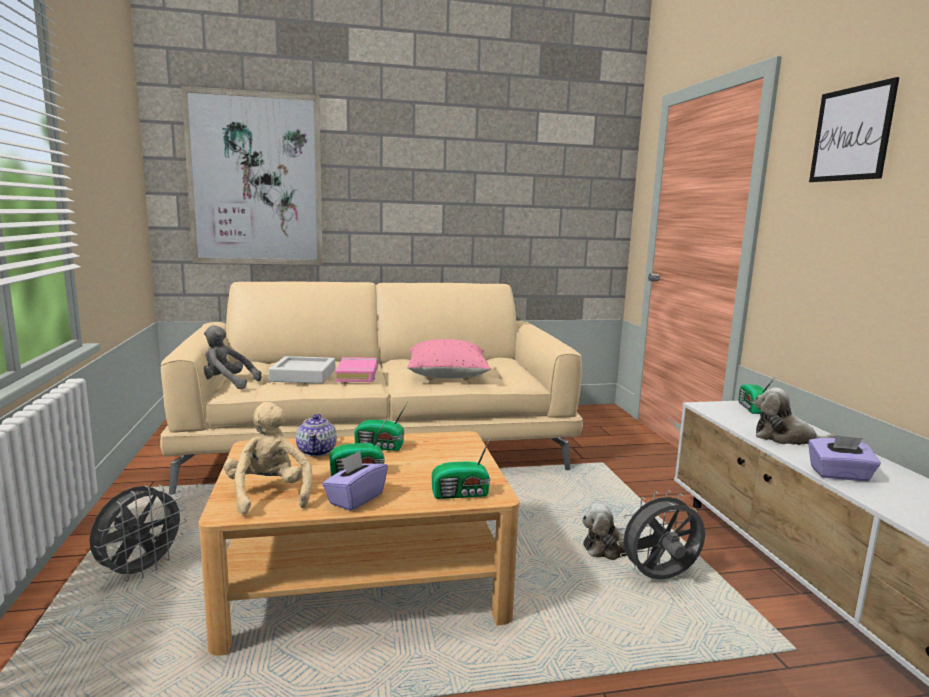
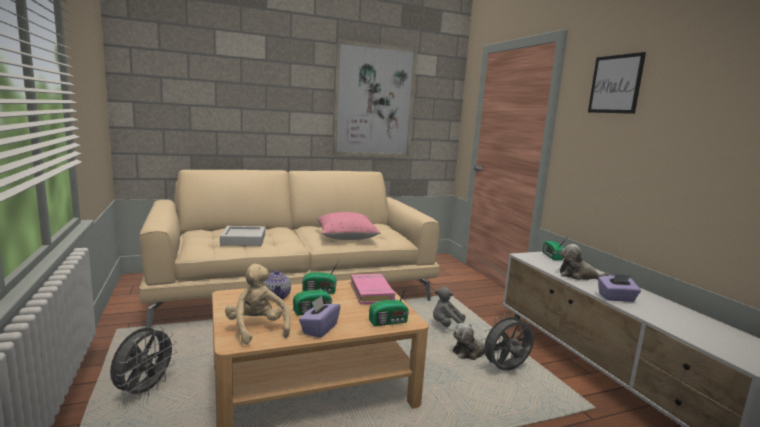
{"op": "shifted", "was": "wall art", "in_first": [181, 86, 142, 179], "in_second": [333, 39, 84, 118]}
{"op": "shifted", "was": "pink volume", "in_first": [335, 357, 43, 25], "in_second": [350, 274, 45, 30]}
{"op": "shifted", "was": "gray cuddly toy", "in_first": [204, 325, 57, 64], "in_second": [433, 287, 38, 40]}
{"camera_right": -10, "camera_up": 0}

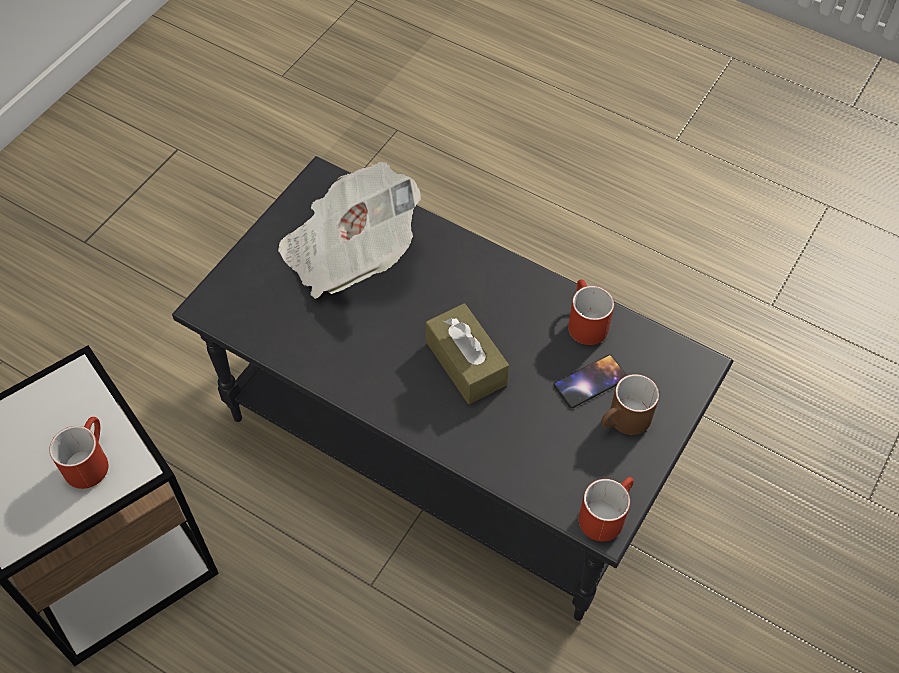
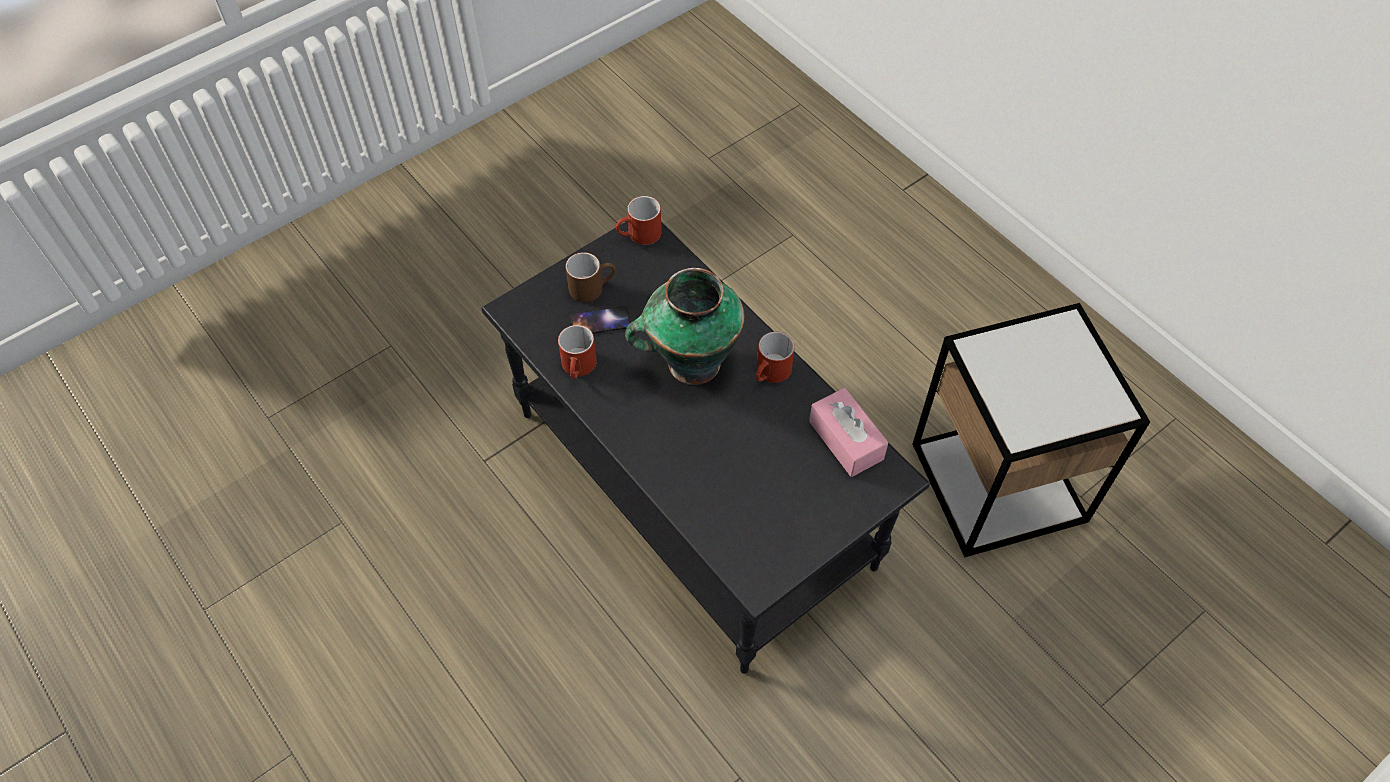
{"op": "swapped", "was": "brown tissue box", "now": "vase", "in_first": [426, 303, 83, 101], "in_second": [625, 268, 120, 117]}
{"op": "shifted", "was": "red-coloured coffee mug", "in_first": [49, 417, 60, 72], "in_second": [755, 331, 40, 52]}
{"op": "new", "now": "pink tissue box", "in_second": [809, 388, 79, 89]}
{"op": "gone", "was": "printed paper", "in_first": [278, 162, 144, 137]}
{"camera_right": -160, "camera_up": 0}

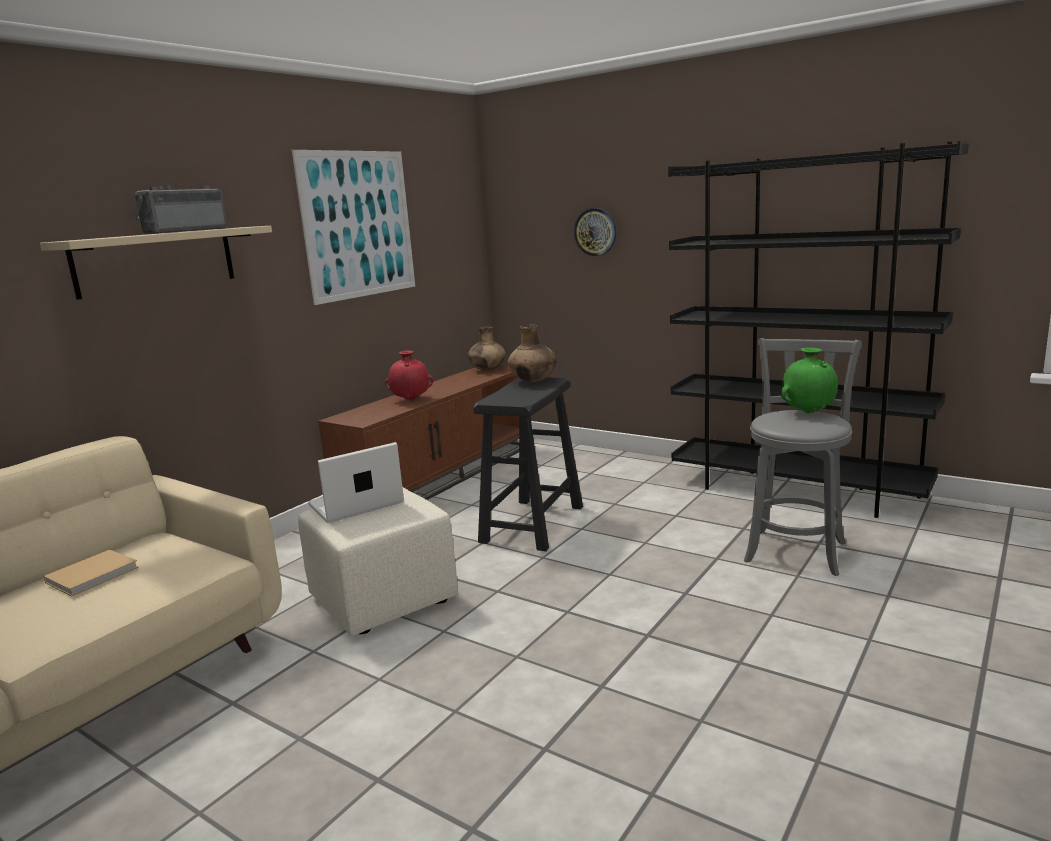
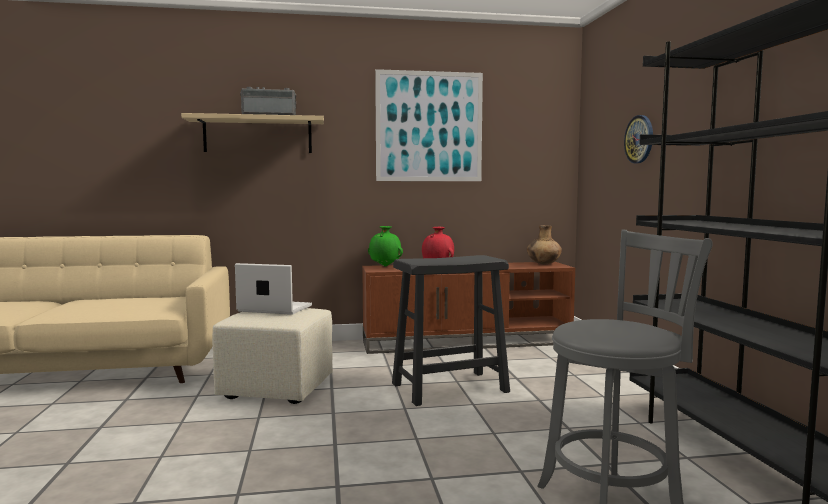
{"op": "shifted", "was": "greenish vase", "in_first": [781, 348, 57, 66], "in_second": [368, 226, 35, 41]}
{"op": "gone", "was": "beige volume", "in_first": [43, 550, 96, 46]}
{"op": "gone", "was": "brown vase", "in_first": [508, 325, 49, 57]}
{"camera_right": 45, "camera_up": -10}

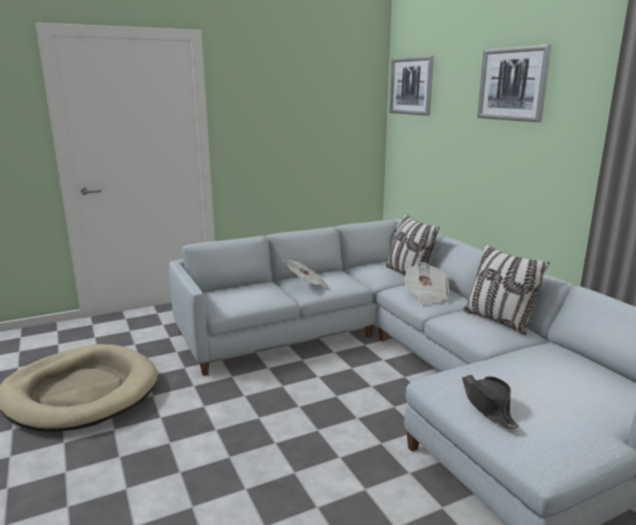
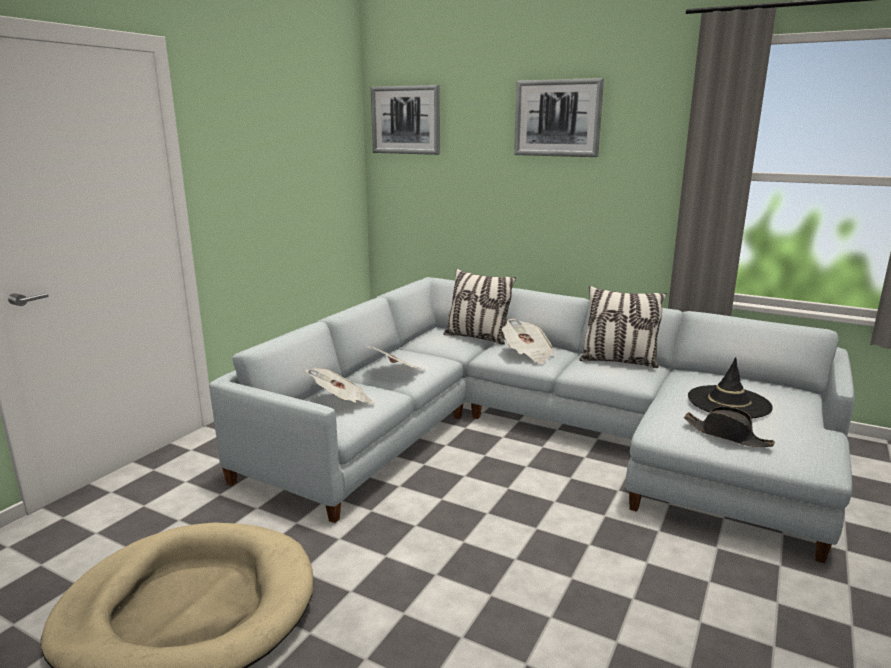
{"op": "new", "now": "printed paper", "in_second": [305, 368, 69, 36]}
{"op": "new", "now": "black-coloured wearable hat", "in_second": [688, 357, 85, 62]}
{"camera_right": -35, "camera_up": 0}

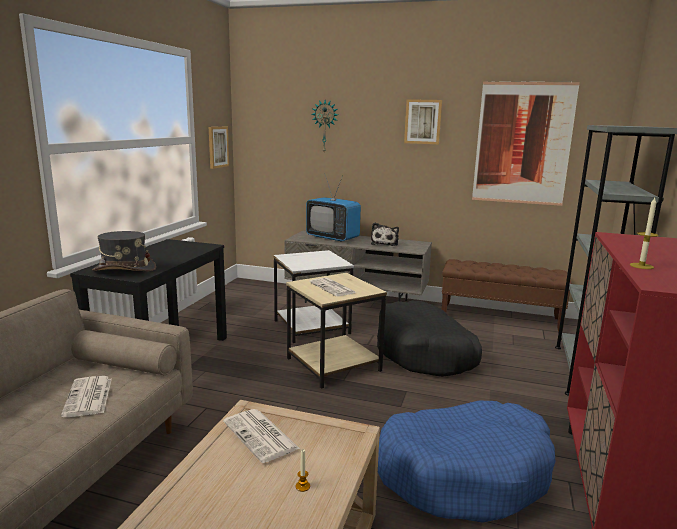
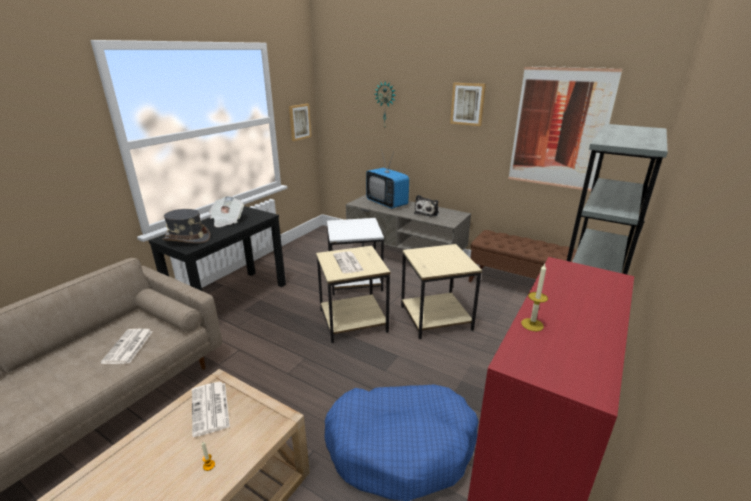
{"op": "new", "now": "printed paper", "in_second": [209, 196, 35, 31]}
{"op": "swapped", "was": "black-coloured dog cushion", "now": "beige side table", "in_first": [377, 301, 105, 76], "in_second": [401, 244, 81, 95]}
{"camera_right": 15, "camera_up": 10}

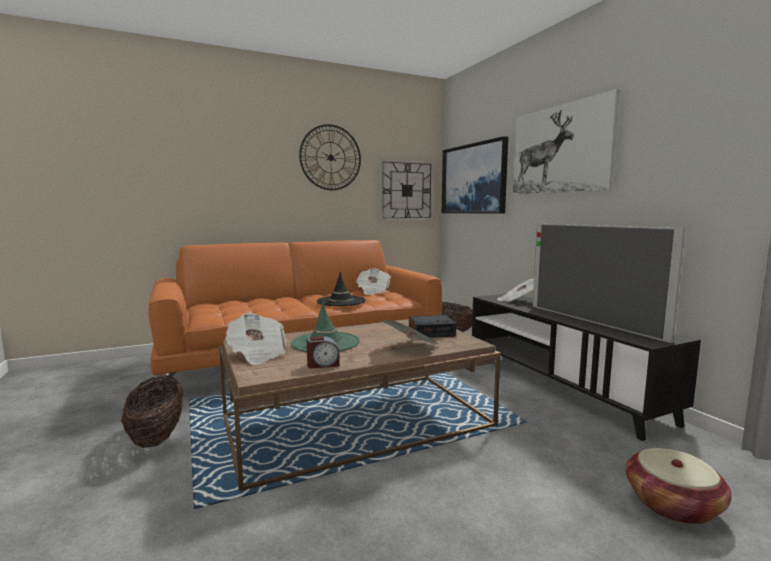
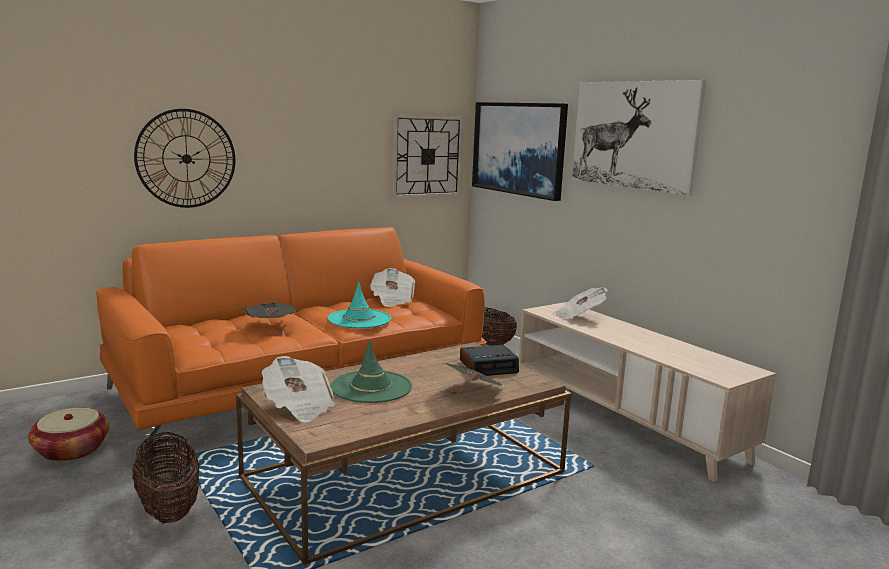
{"op": "shifted", "was": "basket", "in_first": [626, 448, 106, 77], "in_second": [28, 408, 81, 54]}
{"op": "shifted", "was": "hanging clock", "in_first": [299, 124, 62, 66], "in_second": [134, 109, 101, 99]}
{"op": "new", "now": "printed paper", "in_second": [242, 303, 55, 15]}
{"op": "repainted", "was": "black-coloured wearable hat", "now": "turquoise wearable hat", "in_first": [317, 272, 49, 34], "in_second": [328, 282, 63, 46]}
{"op": "repainted", "was": "black-coloured media console", "now": "beige media console", "in_first": [472, 294, 229, 147], "in_second": [519, 302, 257, 180]}
{"op": "gone", "was": "table clock", "in_first": [307, 336, 33, 32]}
{"op": "gone", "was": "television", "in_first": [533, 223, 152, 120]}
{"camera_right": -10, "camera_up": 5}

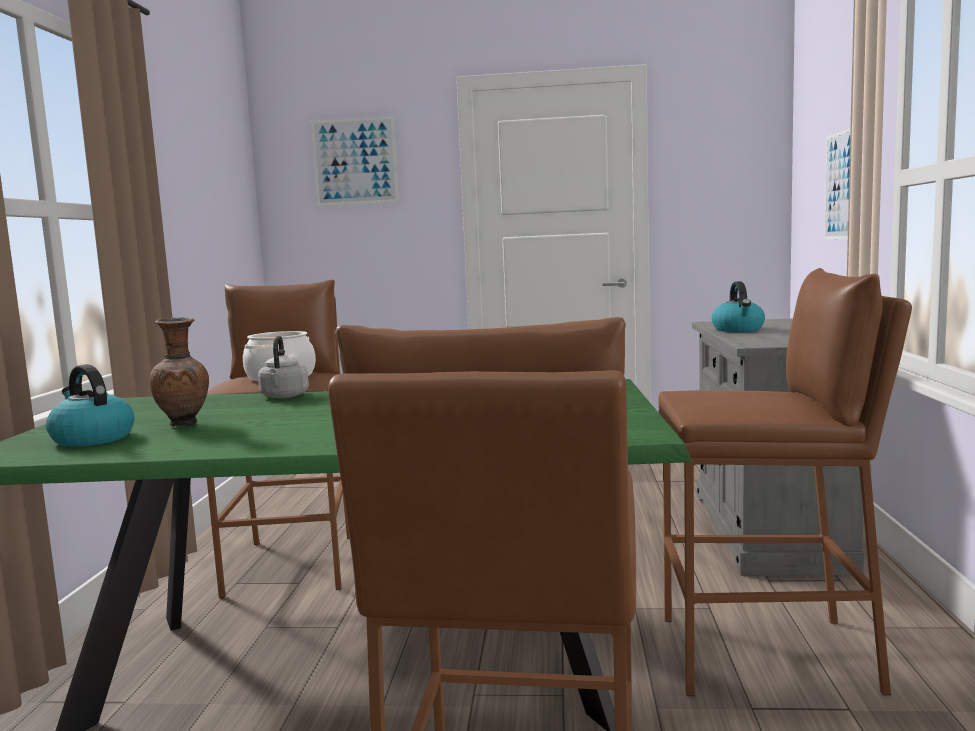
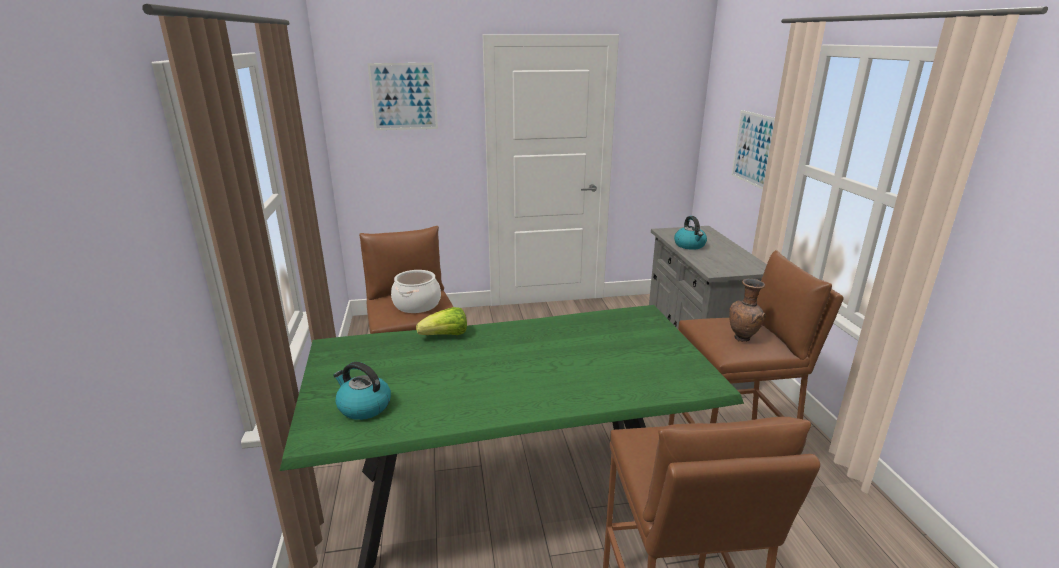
{"op": "swapped", "was": "gray kettle", "now": "lettuce head", "in_first": [258, 336, 51, 63], "in_second": [416, 307, 51, 28]}
{"op": "shifted", "was": "brown vase", "in_first": [149, 317, 60, 110], "in_second": [729, 279, 37, 63]}
{"camera_right": -15, "camera_up": 15}

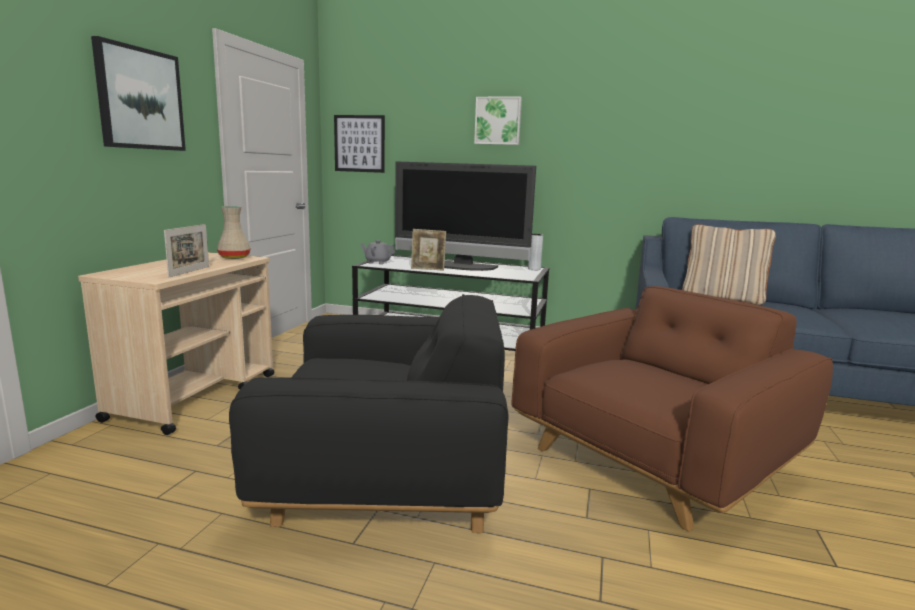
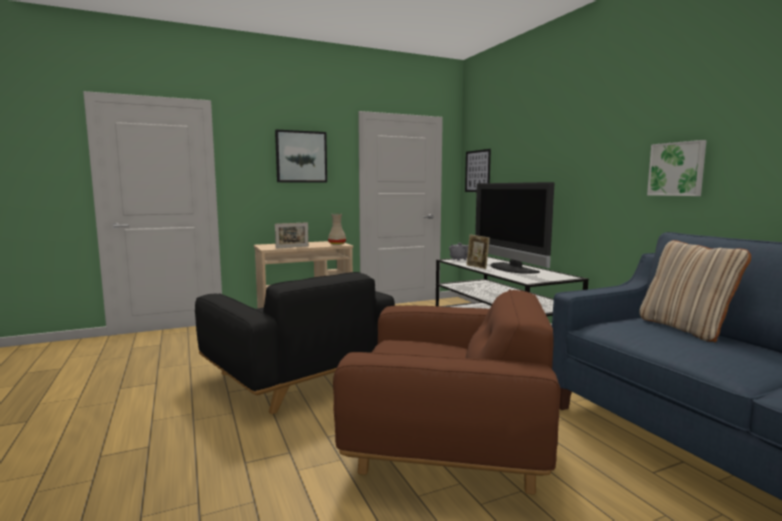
{"op": "shifted", "was": "wall art", "in_first": [474, 97, 48, 48], "in_second": [647, 140, 60, 56]}
{"op": "gone", "was": "gray vase", "in_first": [528, 234, 15, 36]}
{"camera_right": 50, "camera_up": -5}

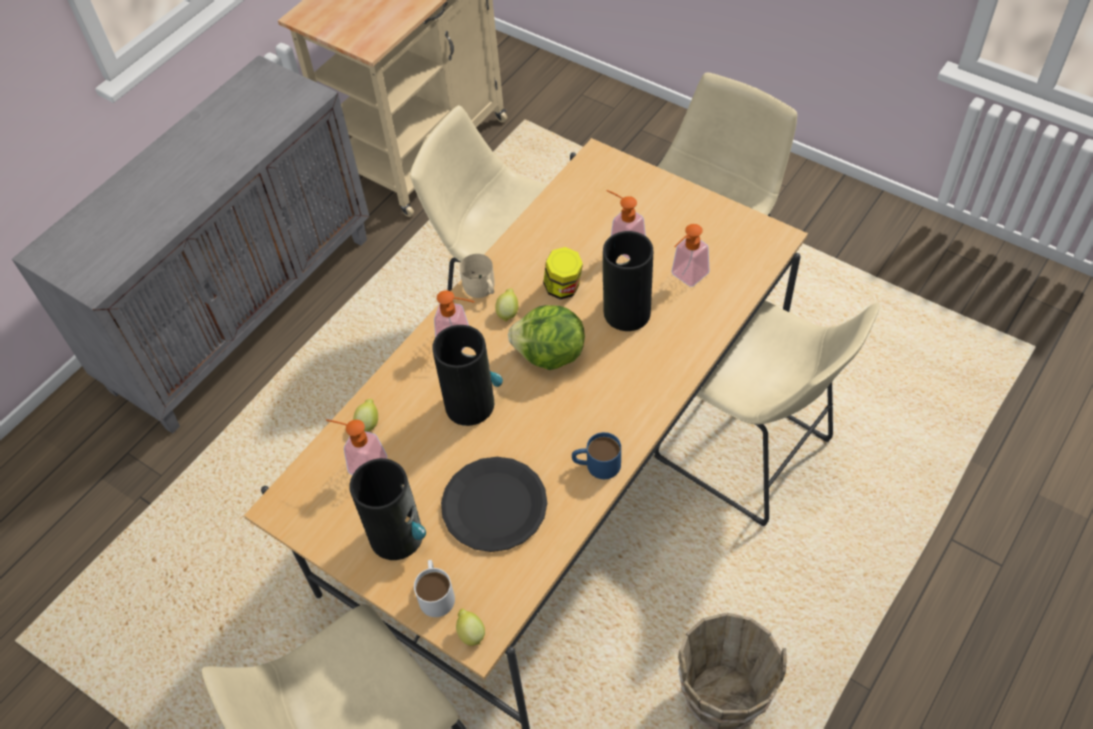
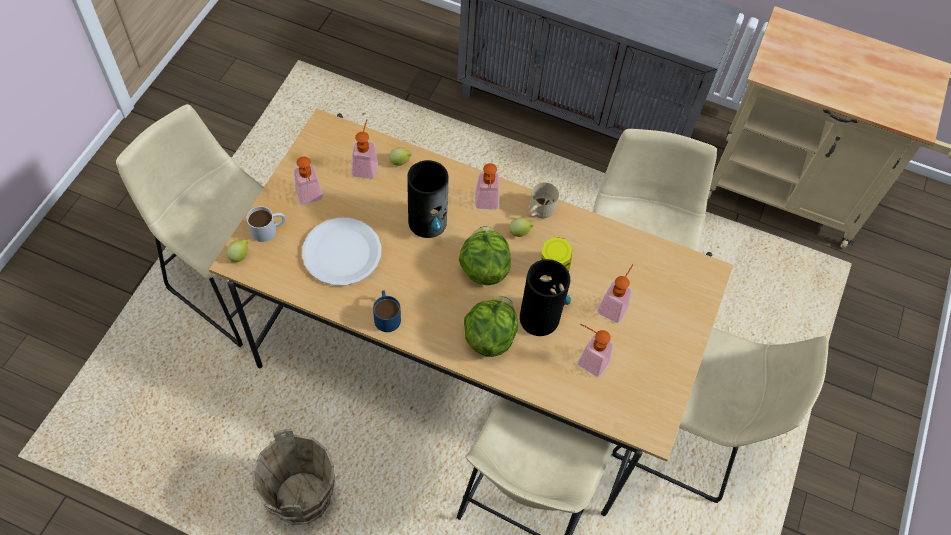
{"op": "swapped", "was": "vase", "now": "soap bottle", "in_first": [349, 458, 77, 102], "in_second": [294, 157, 29, 47]}
{"op": "repainted", "was": "black-coloured plate", "now": "white-coloured plate", "in_first": [441, 457, 106, 95], "in_second": [302, 218, 80, 68]}
{"op": "new", "now": "lettuce head", "in_second": [464, 296, 54, 61]}
{"camera_right": 70, "camera_up": 5}

